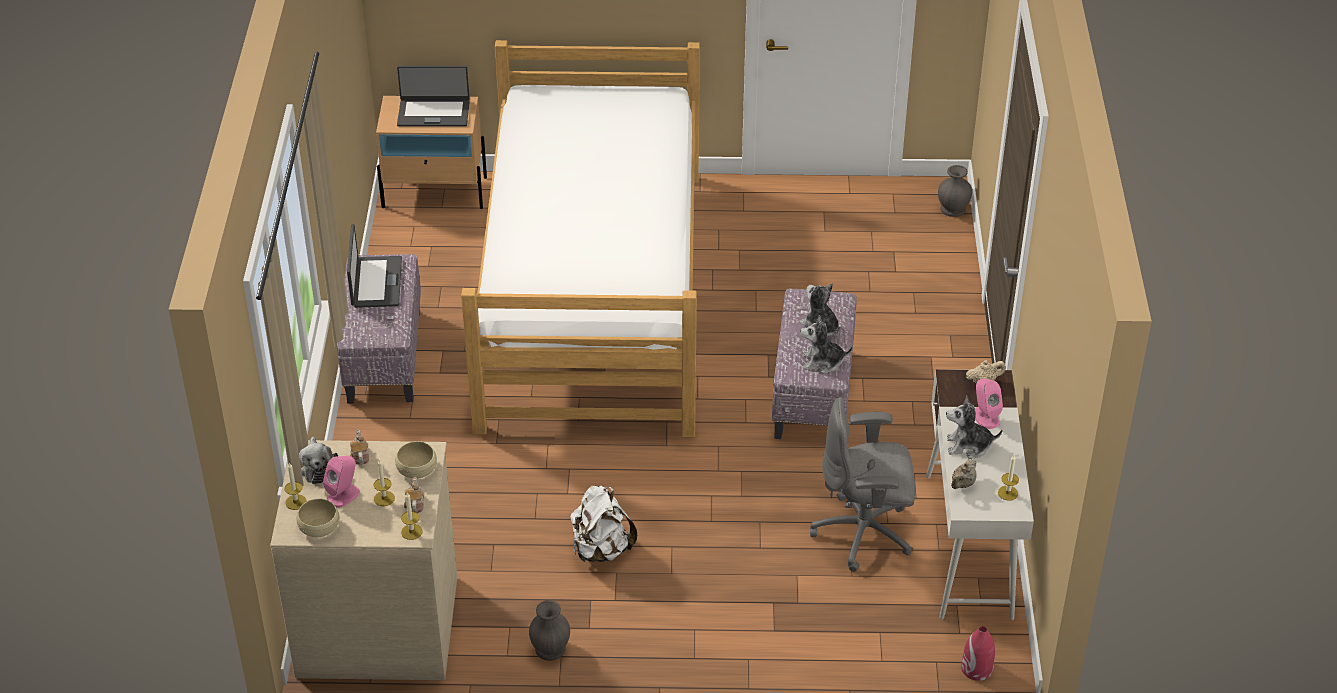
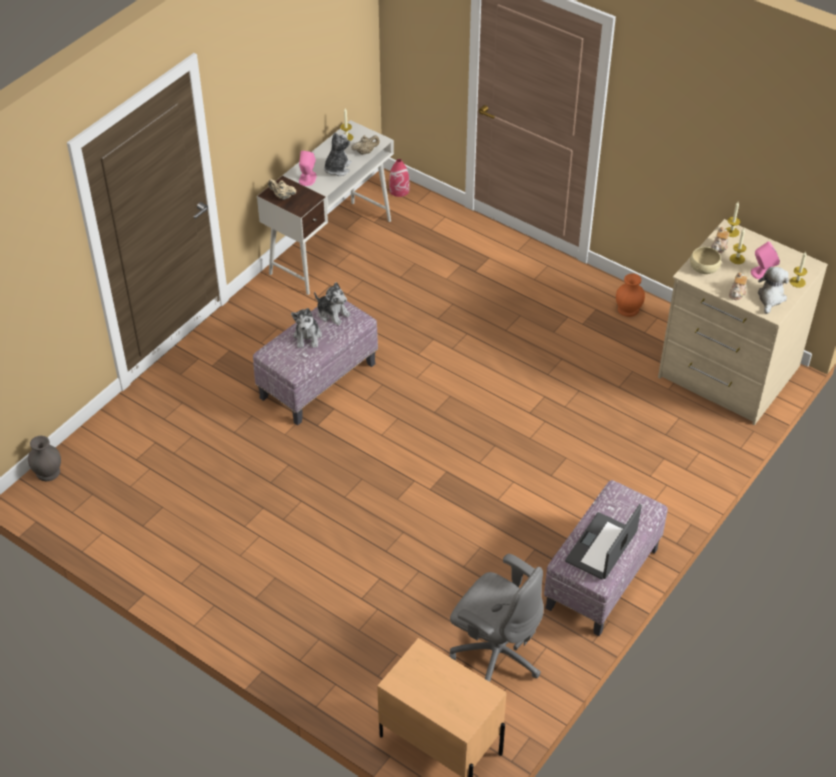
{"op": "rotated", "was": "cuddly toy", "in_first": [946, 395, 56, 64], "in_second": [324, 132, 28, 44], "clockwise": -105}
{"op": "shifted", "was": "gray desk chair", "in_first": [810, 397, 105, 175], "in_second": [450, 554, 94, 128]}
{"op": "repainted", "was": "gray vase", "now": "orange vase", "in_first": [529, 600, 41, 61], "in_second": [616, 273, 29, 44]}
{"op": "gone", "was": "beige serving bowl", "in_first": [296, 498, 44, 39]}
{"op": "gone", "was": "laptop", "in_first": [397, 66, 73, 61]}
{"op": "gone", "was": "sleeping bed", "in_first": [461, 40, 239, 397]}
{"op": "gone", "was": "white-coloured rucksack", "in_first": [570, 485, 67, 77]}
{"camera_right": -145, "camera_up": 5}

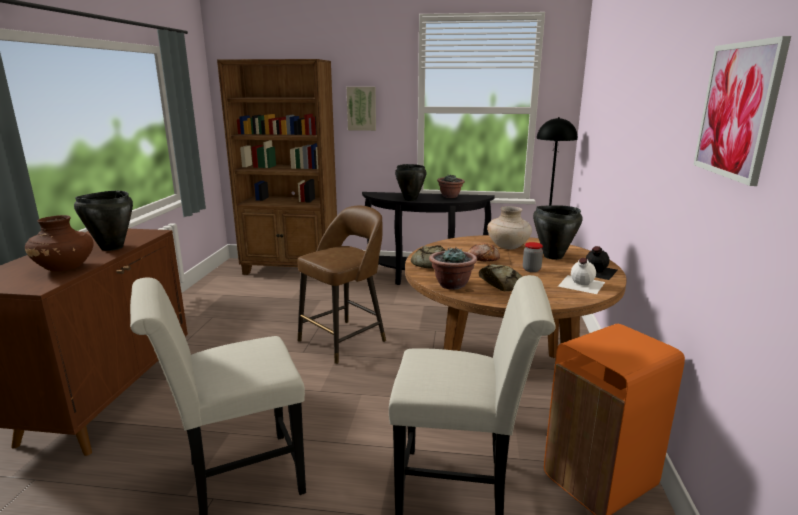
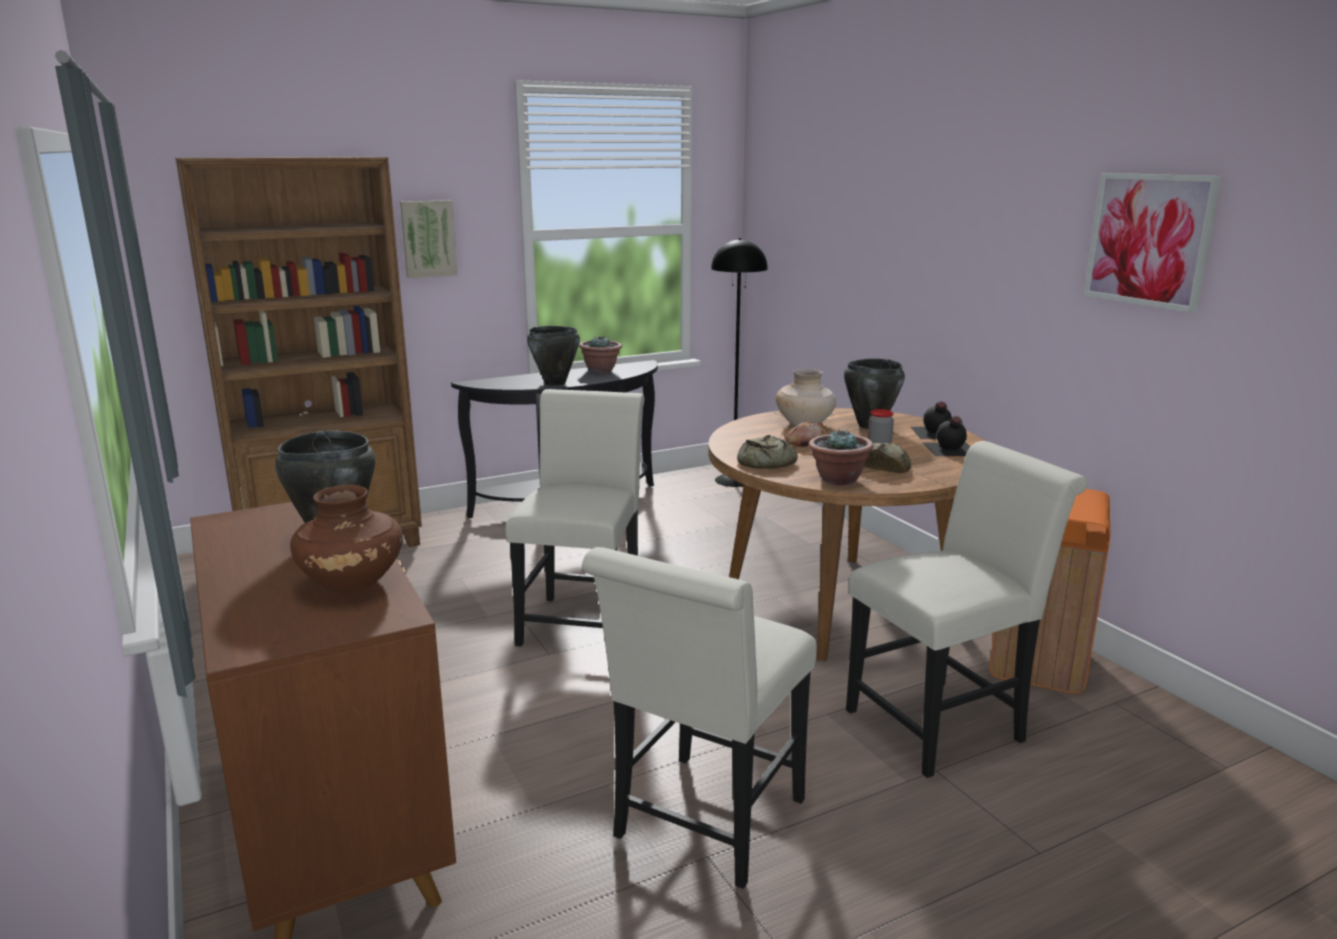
{"op": "swapped", "was": "brown stool", "now": "white-coloured upright chair", "in_first": [297, 206, 89, 158], "in_second": [505, 389, 140, 257]}
{"op": "repainted", "was": "white-coloured drink bottle", "now": "black-coloured drink bottle", "in_first": [558, 258, 47, 36], "in_second": [922, 416, 49, 40]}
{"camera_right": -35, "camera_up": 0}

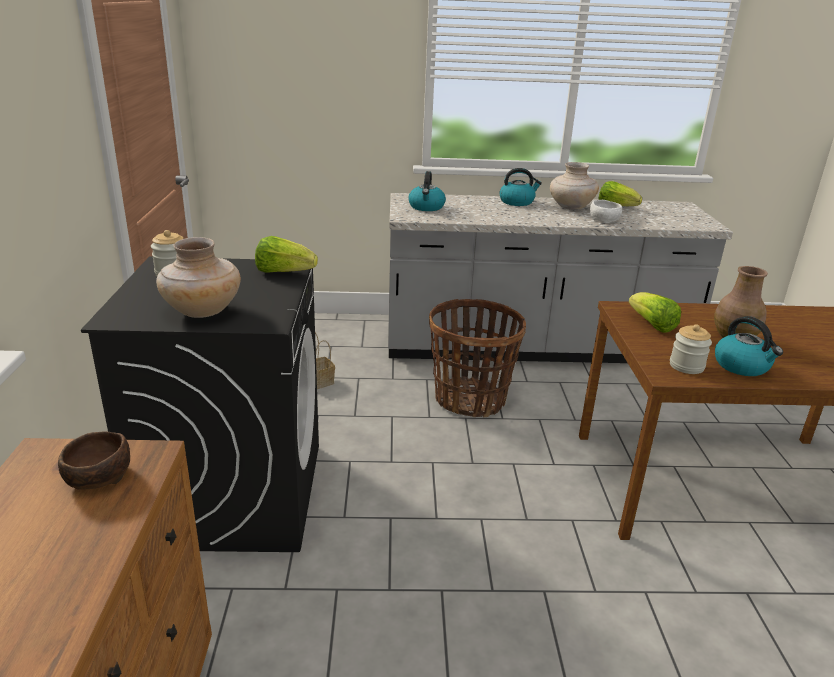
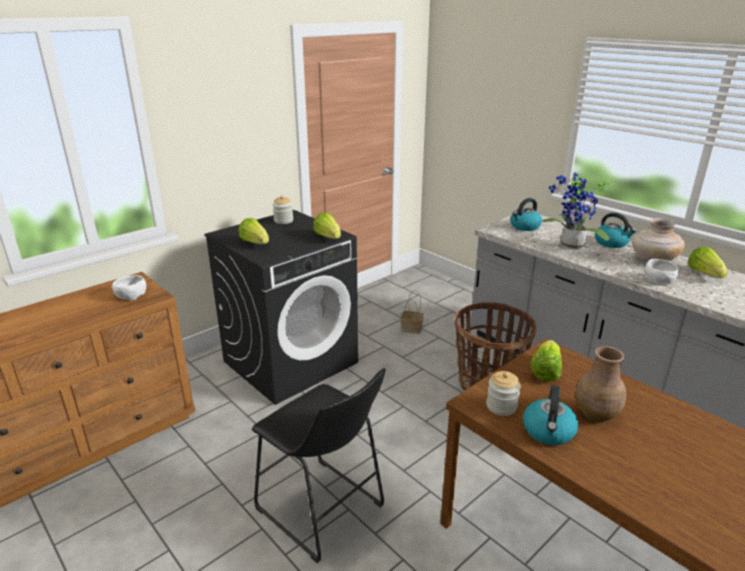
{"op": "repainted", "was": "brown serving bowl", "now": "white-coloured serving bowl", "in_first": [58, 431, 72, 58], "in_second": [112, 275, 34, 26]}
{"op": "swapped", "was": "beige vase", "now": "lettuce head", "in_first": [156, 237, 85, 81], "in_second": [239, 218, 30, 26]}
{"op": "new", "now": "black-coloured stool", "in_second": [252, 368, 133, 195]}
{"op": "new", "now": "houseplant", "in_second": [543, 172, 67, 78]}
{"camera_right": 50, "camera_up": 0}

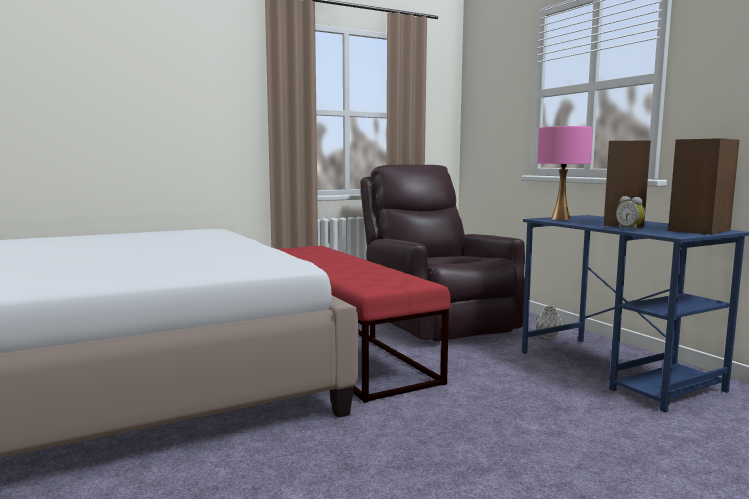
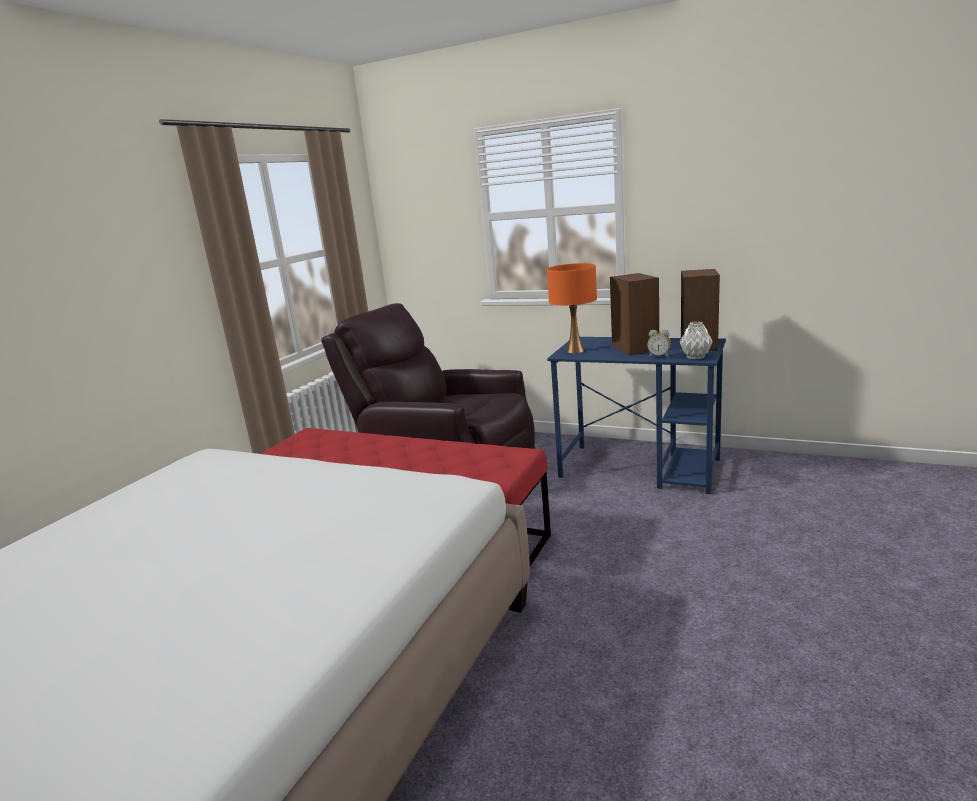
{"op": "repainted", "was": "pink table lamp", "now": "orange table lamp", "in_first": [537, 126, 56, 94], "in_second": [547, 263, 50, 90]}
{"op": "shifted", "was": "gray vase", "in_first": [535, 306, 28, 33], "in_second": [679, 321, 34, 38]}
{"camera_right": -35, "camera_up": 10}

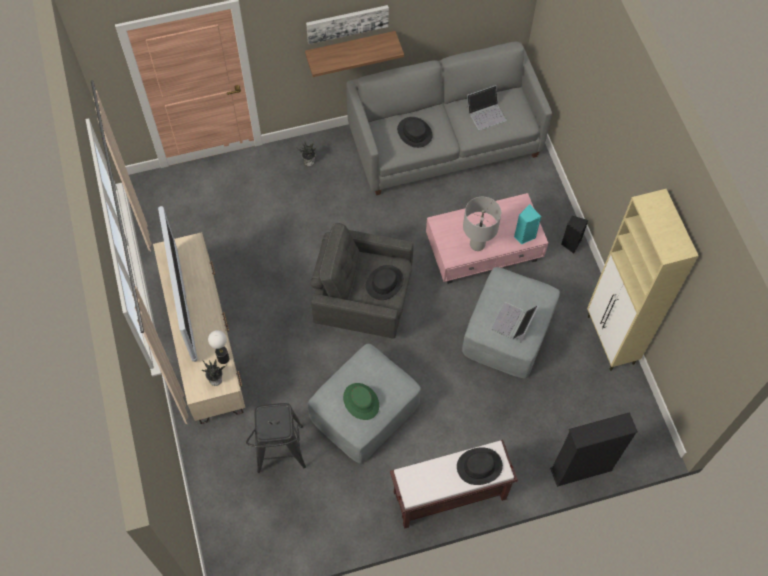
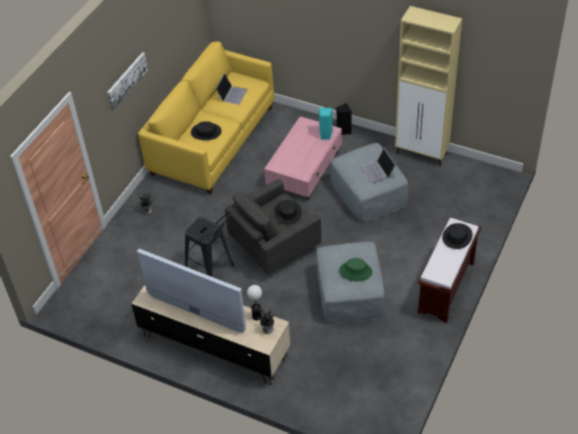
{"op": "repainted", "was": "gray settee", "now": "yellowish settee", "in_first": [346, 41, 206, 154], "in_second": [138, 41, 136, 154]}
{"op": "shifted", "was": "black-coloured stool", "in_first": [246, 403, 60, 70], "in_second": [185, 211, 49, 66]}
{"op": "gone", "was": "shelf", "in_first": [305, 31, 99, 46]}
{"op": "gone", "was": "gray table lamp", "in_first": [463, 197, 38, 54]}
{"op": "gone", "was": "black-coloured bookcase", "in_first": [550, 412, 88, 75]}
{"camera_right": -45, "camera_up": -15}

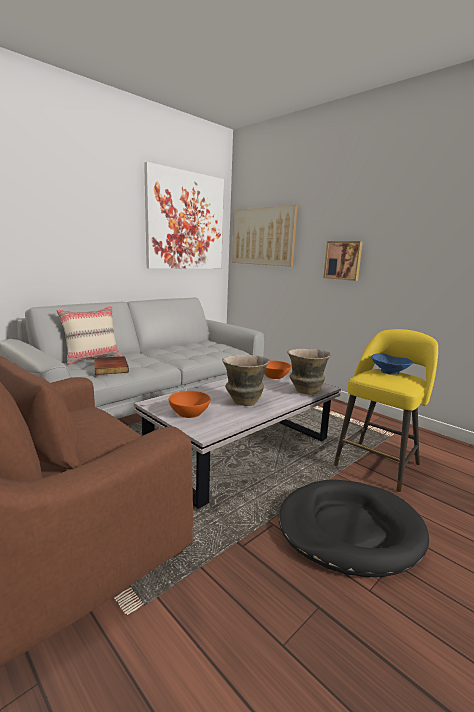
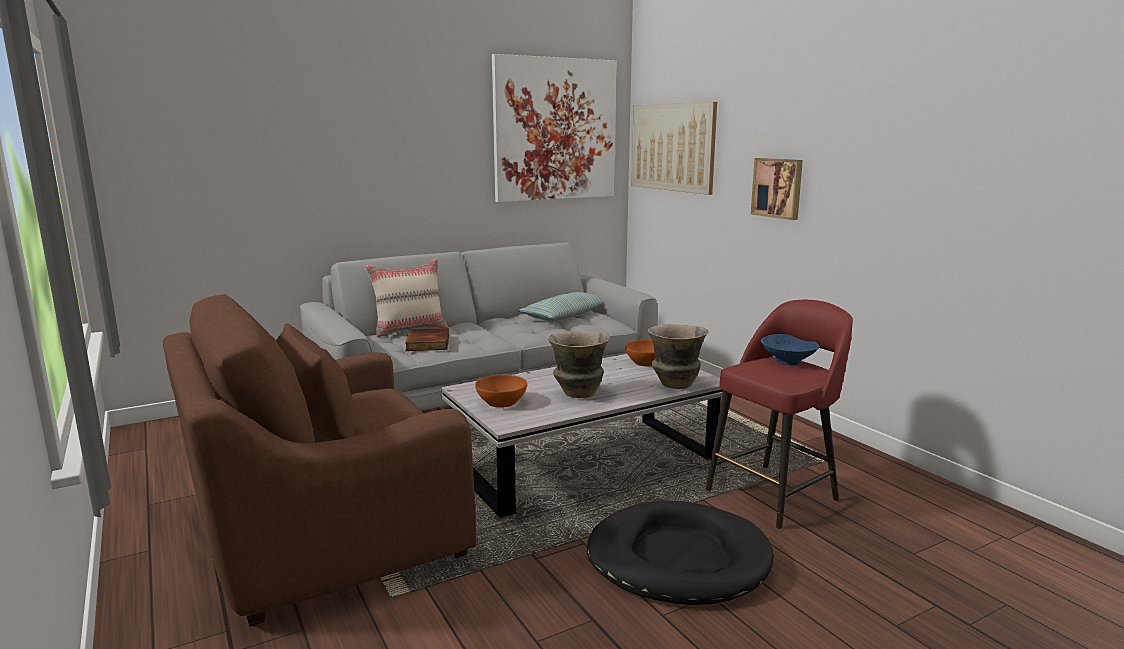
{"op": "new", "now": "throw pillow", "in_second": [519, 292, 85, 29]}
{"op": "repainted", "was": "yellowish stool", "now": "red-coloured stool", "in_first": [334, 329, 104, 163], "in_second": [706, 300, 147, 229]}
{"camera_right": 15, "camera_up": 0}

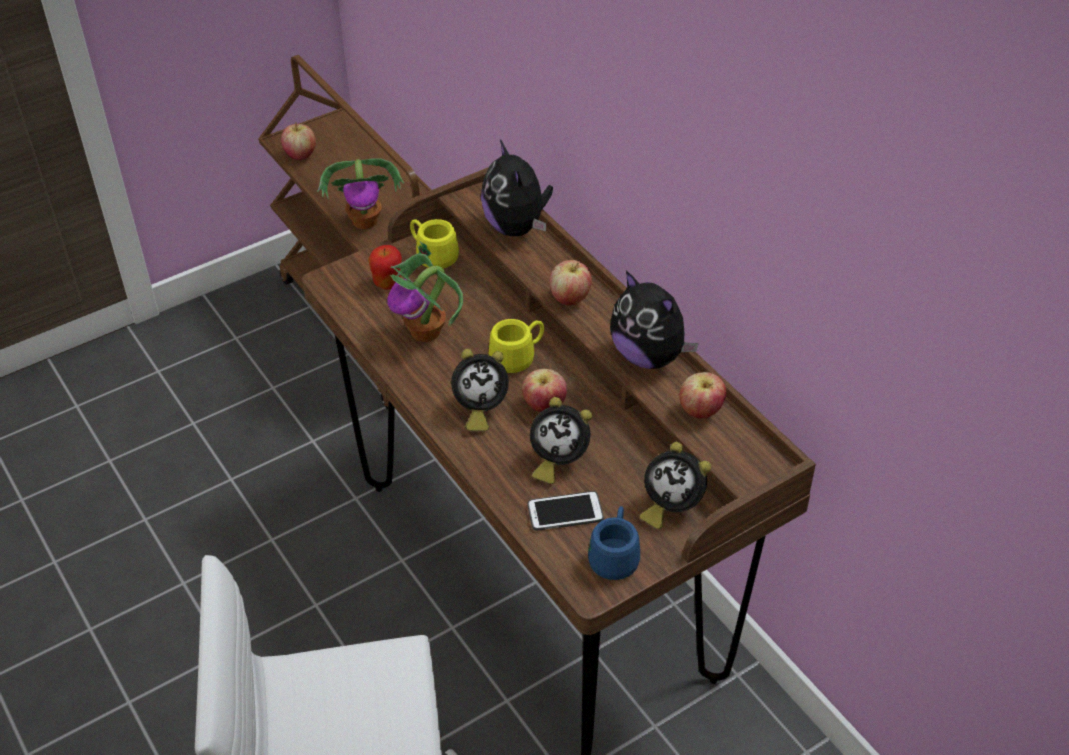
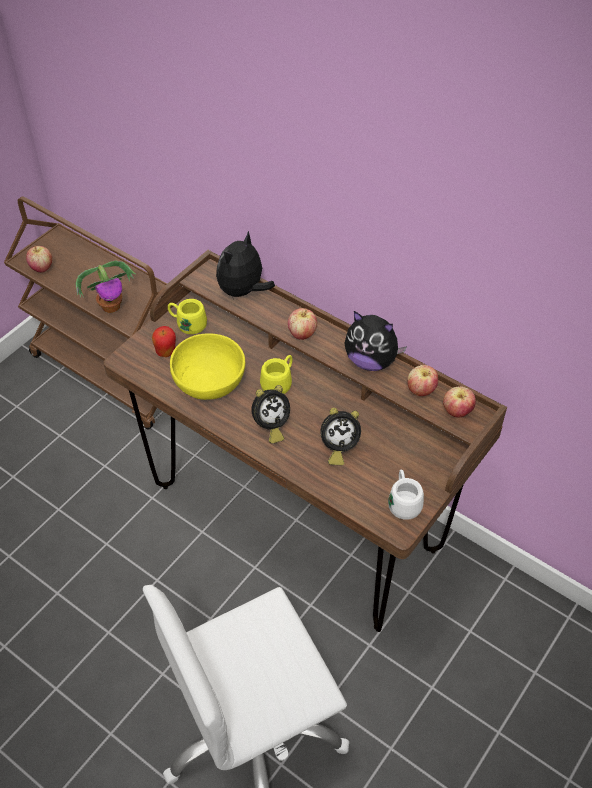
{"op": "swapped", "was": "houseplant", "now": "yellowish serving bowl", "in_first": [387, 253, 76, 89], "in_second": [170, 333, 75, 67]}
{"op": "rotated", "was": "cuddly toy", "in_first": [481, 140, 72, 97], "in_second": [216, 231, 59, 69], "clockwise": 75}
{"op": "repainted", "was": "blue-coloured coffee mug", "now": "white-coloured coffee mug", "in_first": [588, 506, 52, 74], "in_second": [388, 469, 36, 51]}
{"op": "shifted", "was": "apple", "in_first": [522, 369, 45, 43], "in_second": [443, 386, 33, 31]}
{"op": "gone", "was": "handset", "in_first": [528, 491, 76, 40]}
{"op": "gone", "was": "table clock", "in_first": [640, 442, 71, 87]}
{"camera_right": -20, "camera_up": 5}

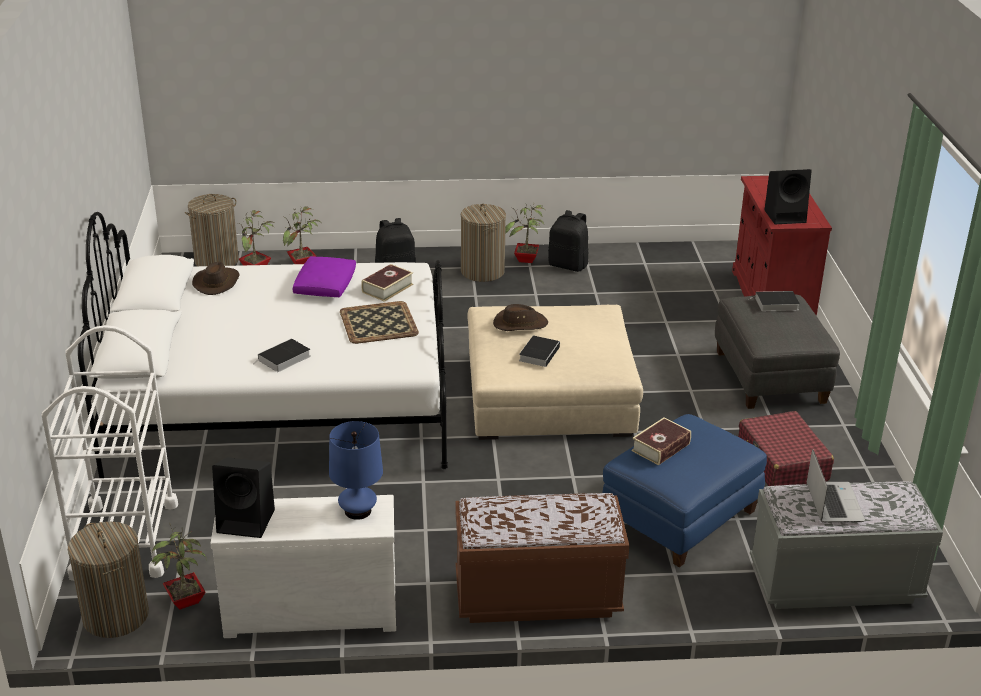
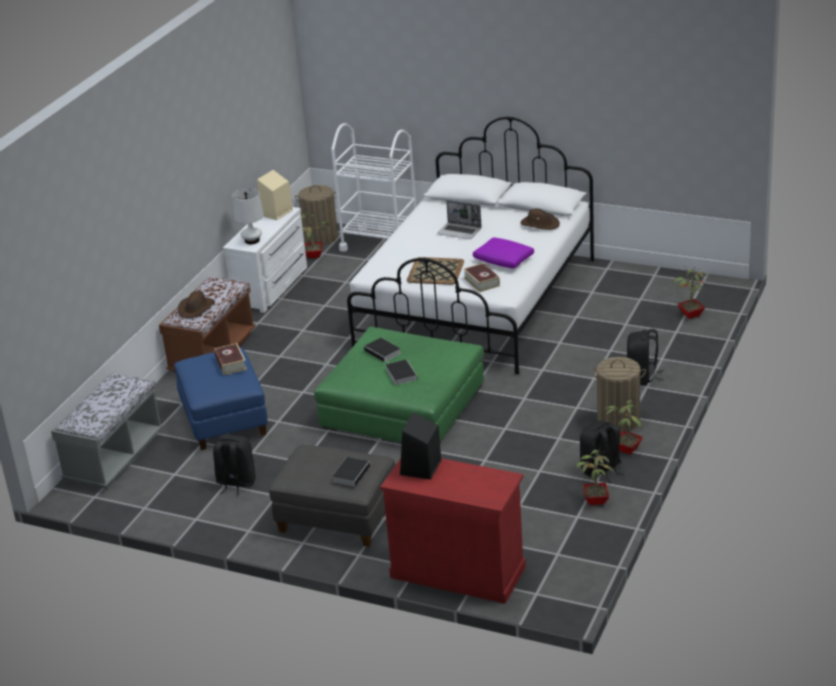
{"op": "shifted", "was": "brown wearable hat", "in_first": [493, 304, 55, 27], "in_second": [178, 291, 37, 28]}
{"op": "swapped", "was": "red-coloured piece of luggage", "now": "black-coloured rucksack", "in_first": [738, 411, 96, 75], "in_second": [213, 435, 43, 61]}
{"op": "repainted", "was": "blue-coloured table lamp", "now": "white-coloured table lamp", "in_first": [329, 421, 54, 99], "in_second": [232, 188, 32, 56]}
{"op": "repainted", "was": "black-coloured speaker", "now": "beige speaker", "in_first": [212, 457, 63, 81], "in_second": [257, 170, 36, 50]}
{"op": "repainted", "was": "beige pouffe", "now": "greenish pouffe", "in_first": [467, 305, 176, 135], "in_second": [314, 327, 170, 116]}
{"op": "shifted", "was": "volume", "in_first": [257, 338, 54, 34], "in_second": [386, 359, 31, 26]}
{"op": "shifted", "was": "laptop", "in_first": [807, 449, 58, 74], "in_second": [437, 200, 45, 39]}
{"op": "shifted", "was": "houseplant", "in_first": [282, 206, 40, 58], "in_second": [575, 449, 39, 56]}
{"op": "gone", "was": "washing basket", "in_first": [185, 194, 54, 72]}
{"camera_right": 120, "camera_up": 0}

